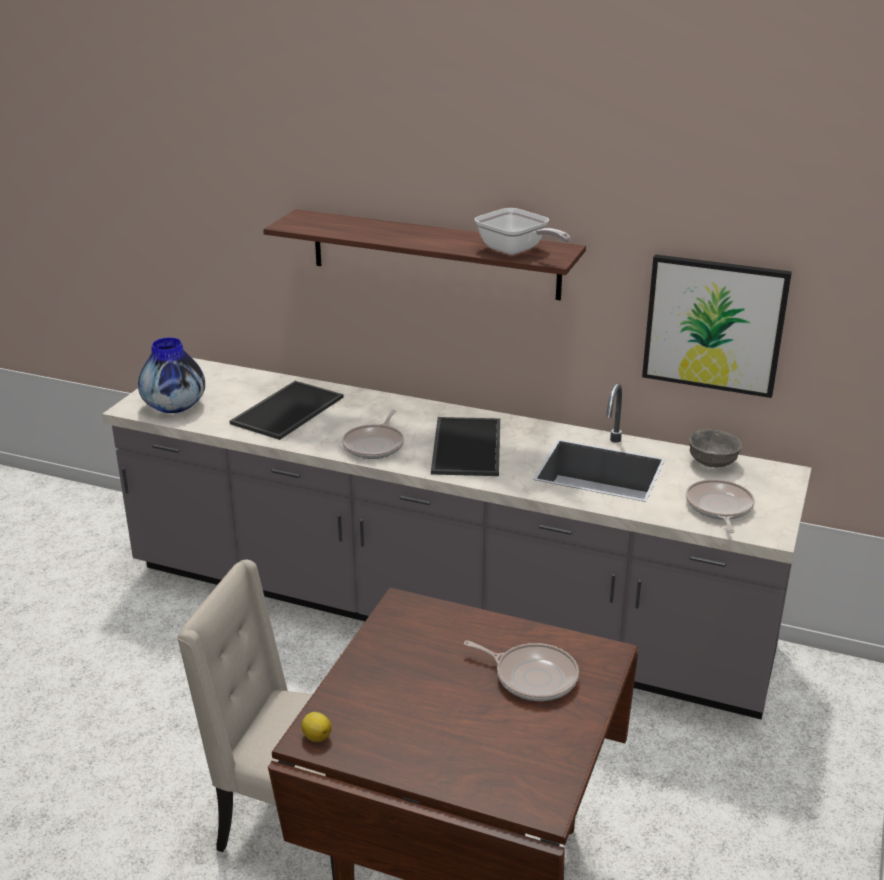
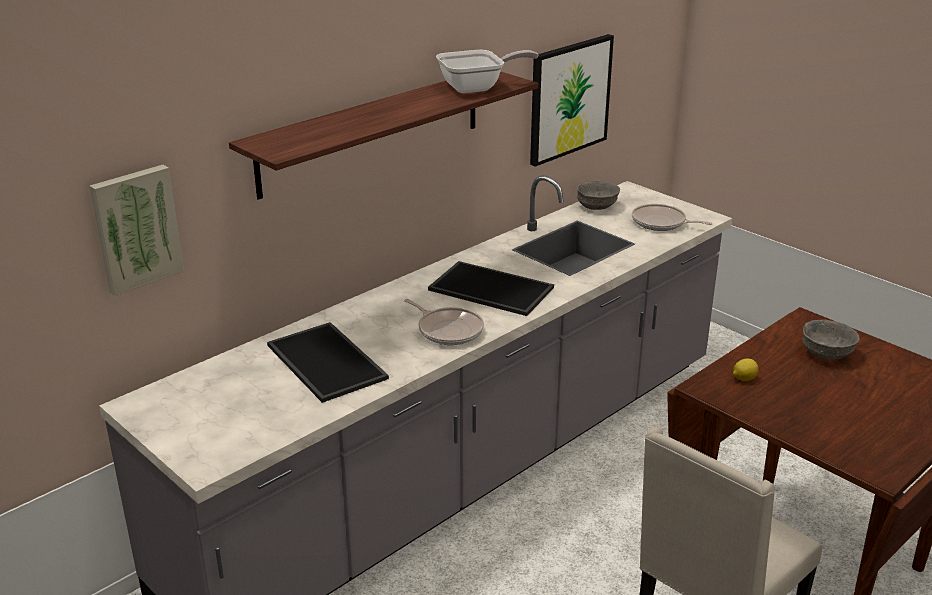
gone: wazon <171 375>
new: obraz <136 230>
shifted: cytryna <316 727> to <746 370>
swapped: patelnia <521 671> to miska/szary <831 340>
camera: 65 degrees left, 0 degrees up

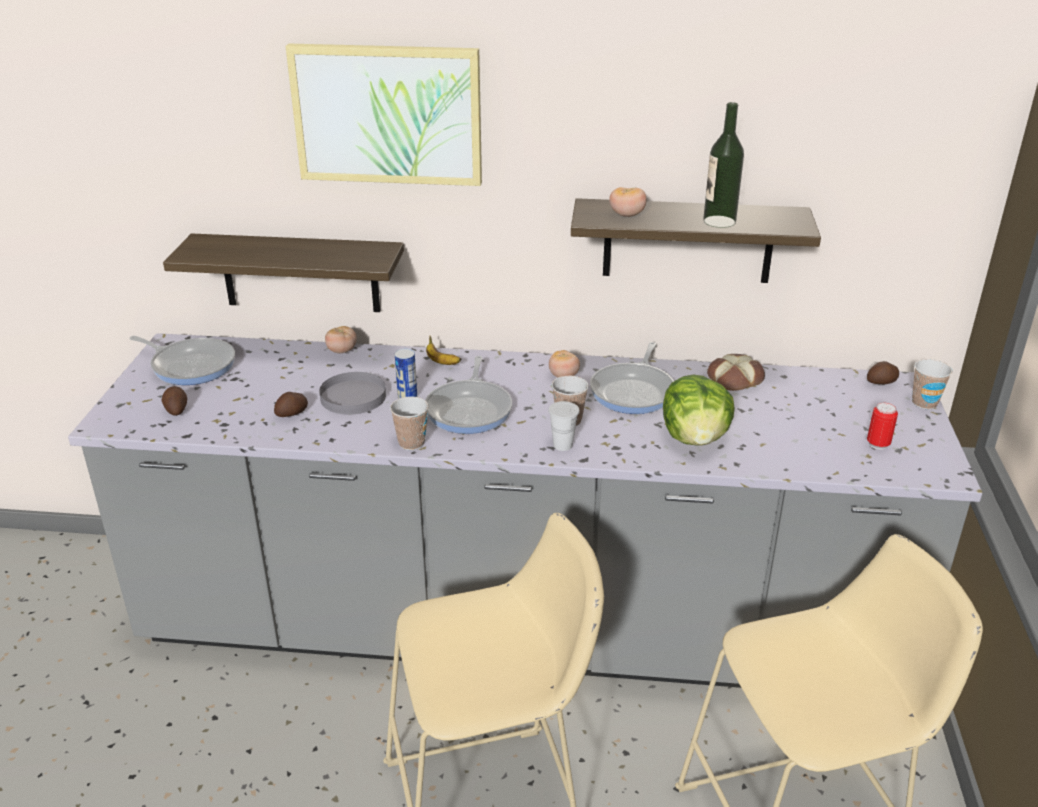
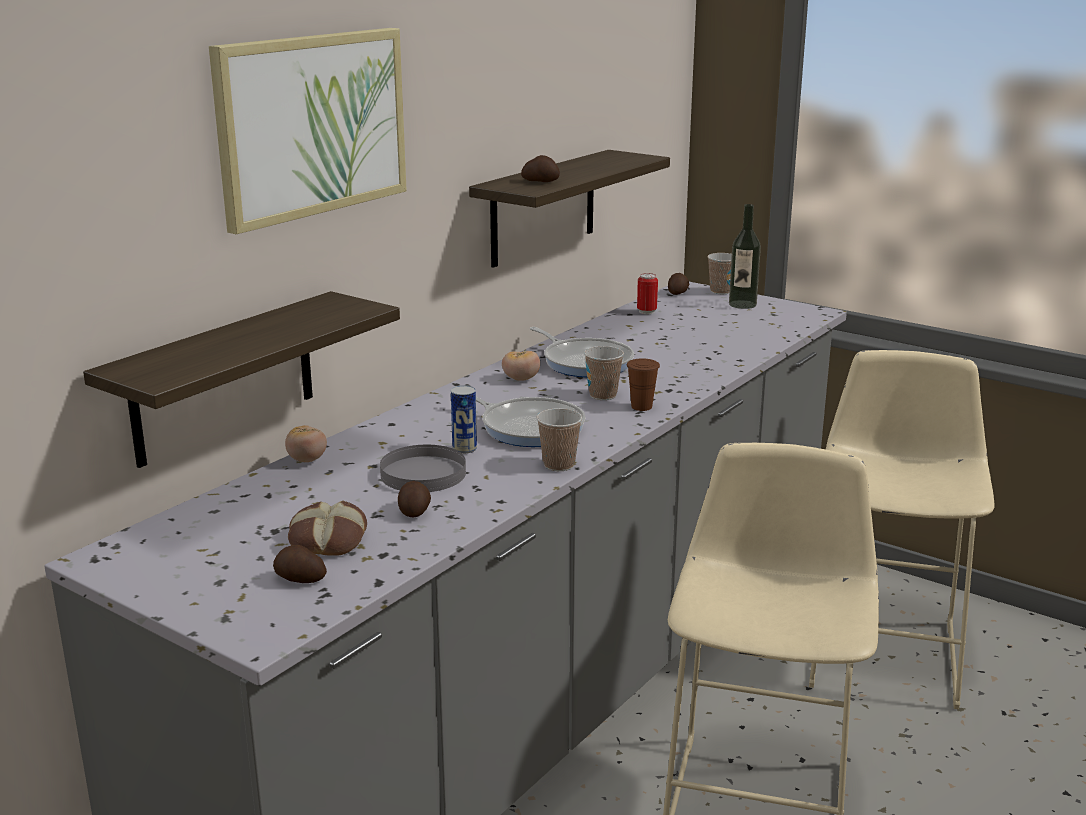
gone: patelnia <182 360>; banan <443 350>; sałata <699 410>
shifted: butelka <723 165> to <745 256>; chleb <736 372> to <327 528>; puszka <882 426> to <647 293>
swapped: pomidor <628 202> to ziemniak <540 168>
repainted: filiżanka/biały <564 426> to filiżanka/brązowy <643 384>
camera: 60 degrees left, 10 degrees down

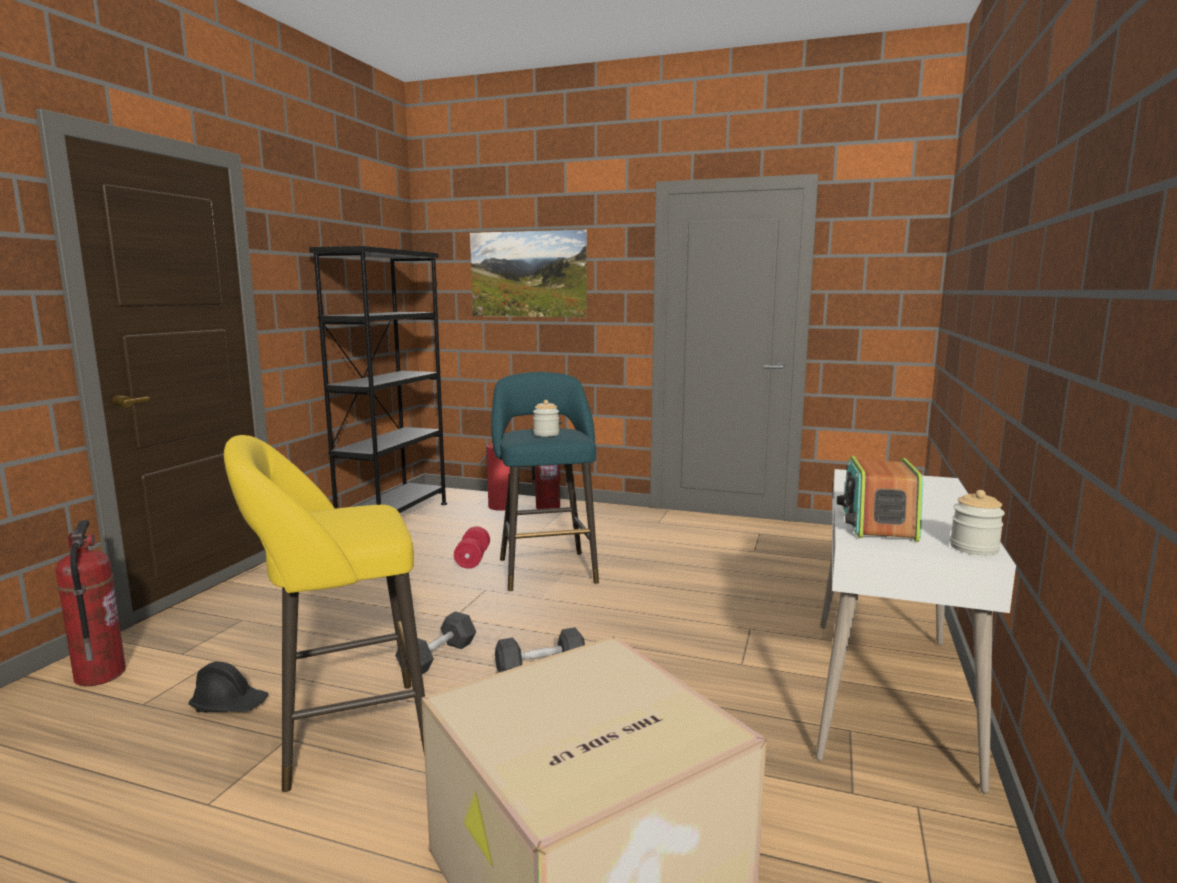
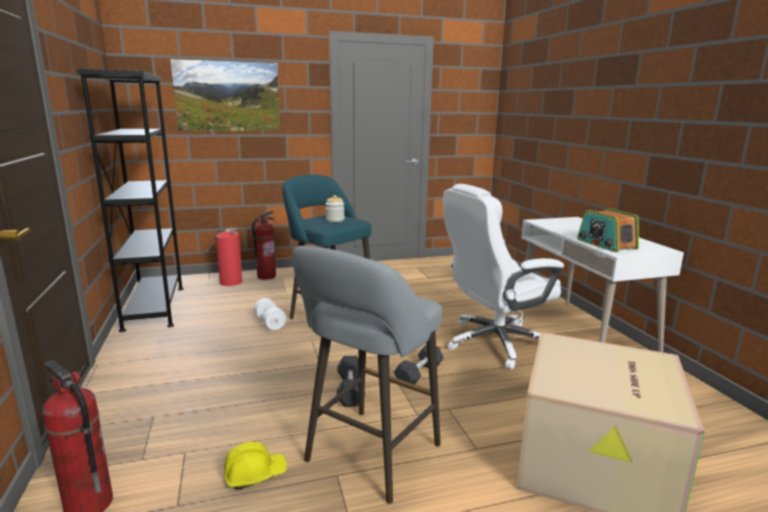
gone: słoik <977 522>
new: krzesło biurowe/biały <503 276>
repainted: kask/czarny <228 687> to kask/żółty <255 466>; stołek/żółty <324 613> to stołek/szary <367 375>; hantel/czerwony <472 547> to hantel/biały <270 314>
camera: 35 degrees left, 5 degrees up

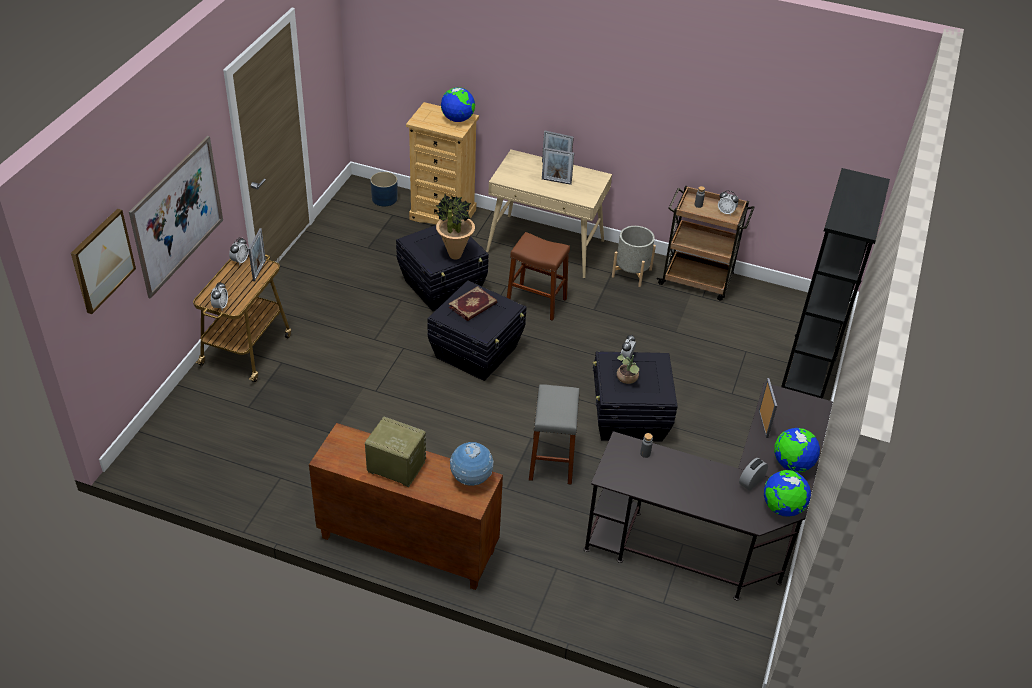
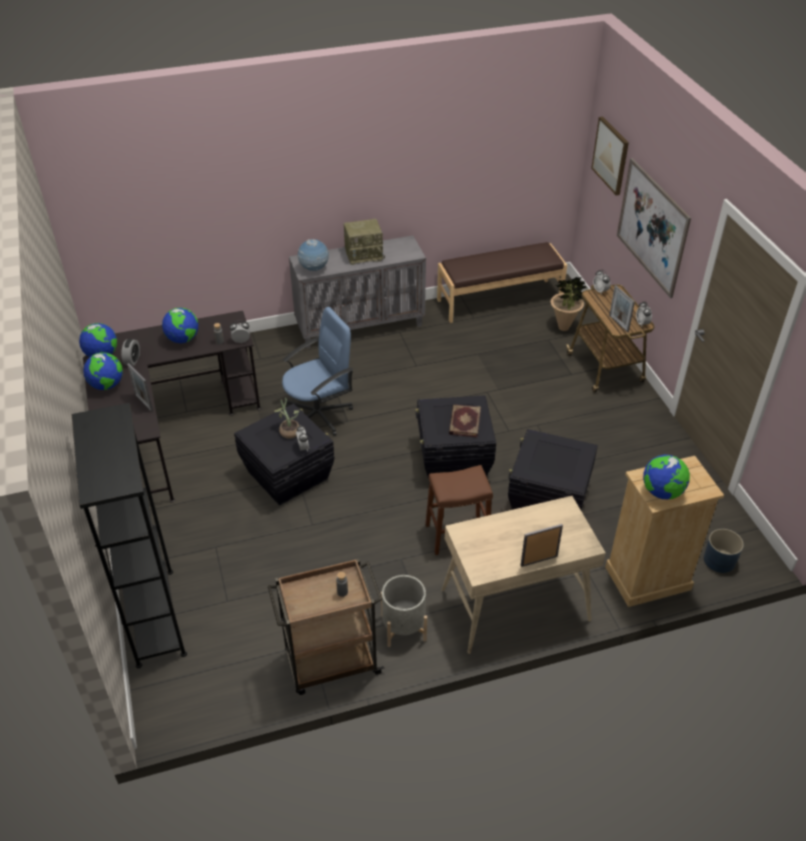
gone: ramka na zdjęcie <558 166>
new: globus <180 325>; ławka/brązowy <502 282>
shifted: roślina doniczkowa <455 226> to <568 304>; budzik <728 203> to <239 332>
swapped: stołek/szary <554 434> to krzesło biurowe/niebieski <317 371>
repainted: szafka/brązowy <406 506> to szafka/szary <357 291>
camera: 145 degrees right, 0 degrees up

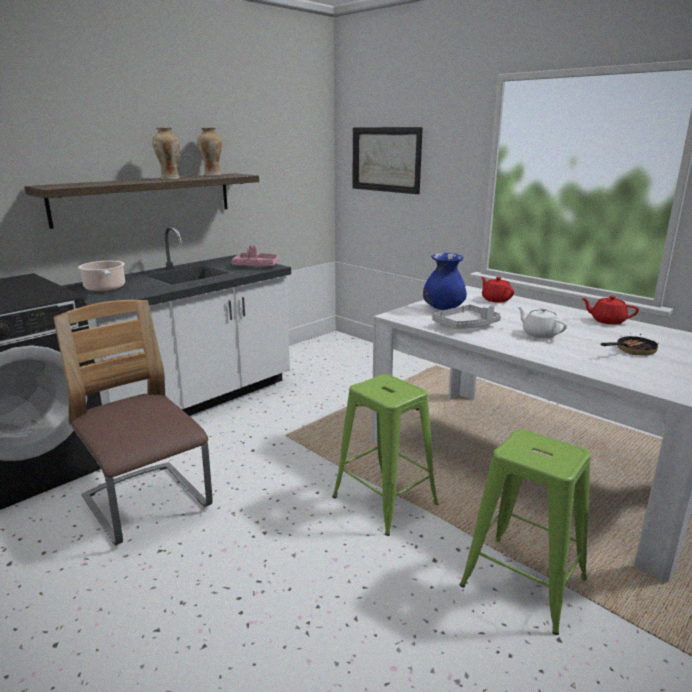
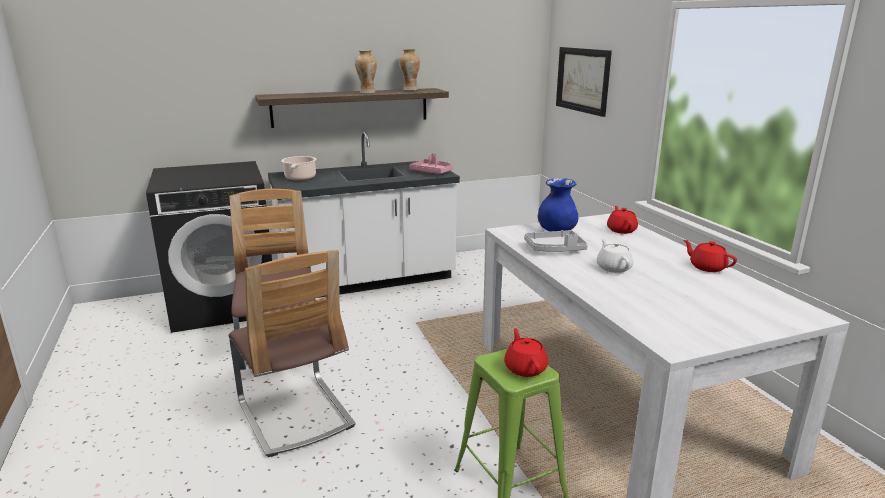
gone: stołek/zielony <385 455>; patelnia <629 344>
new: krzesło <292 353>; imbryk/czerwony <526 352>
camera: 25 degrees right, 0 degrees up

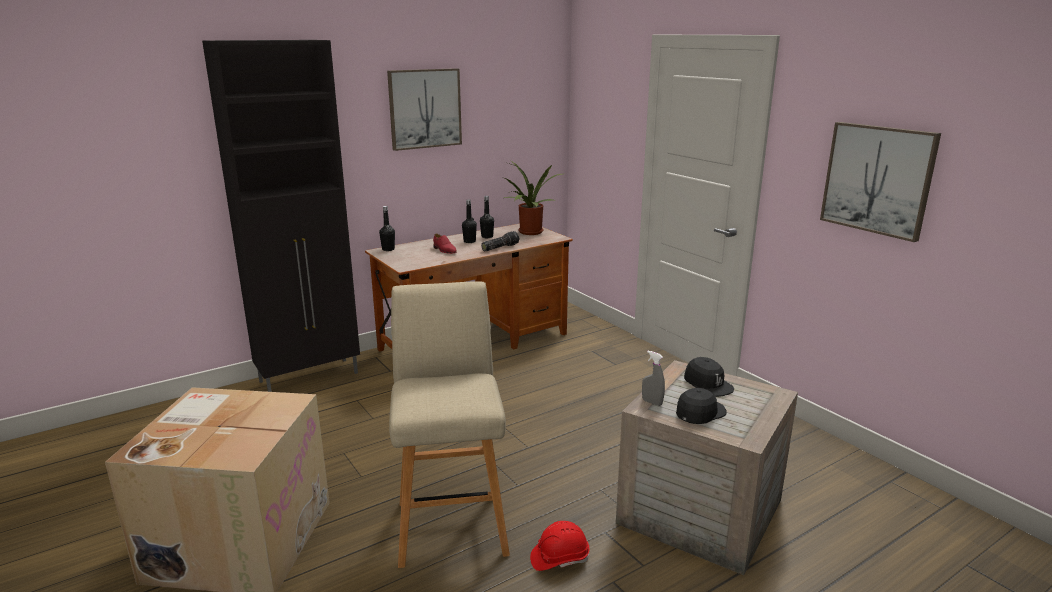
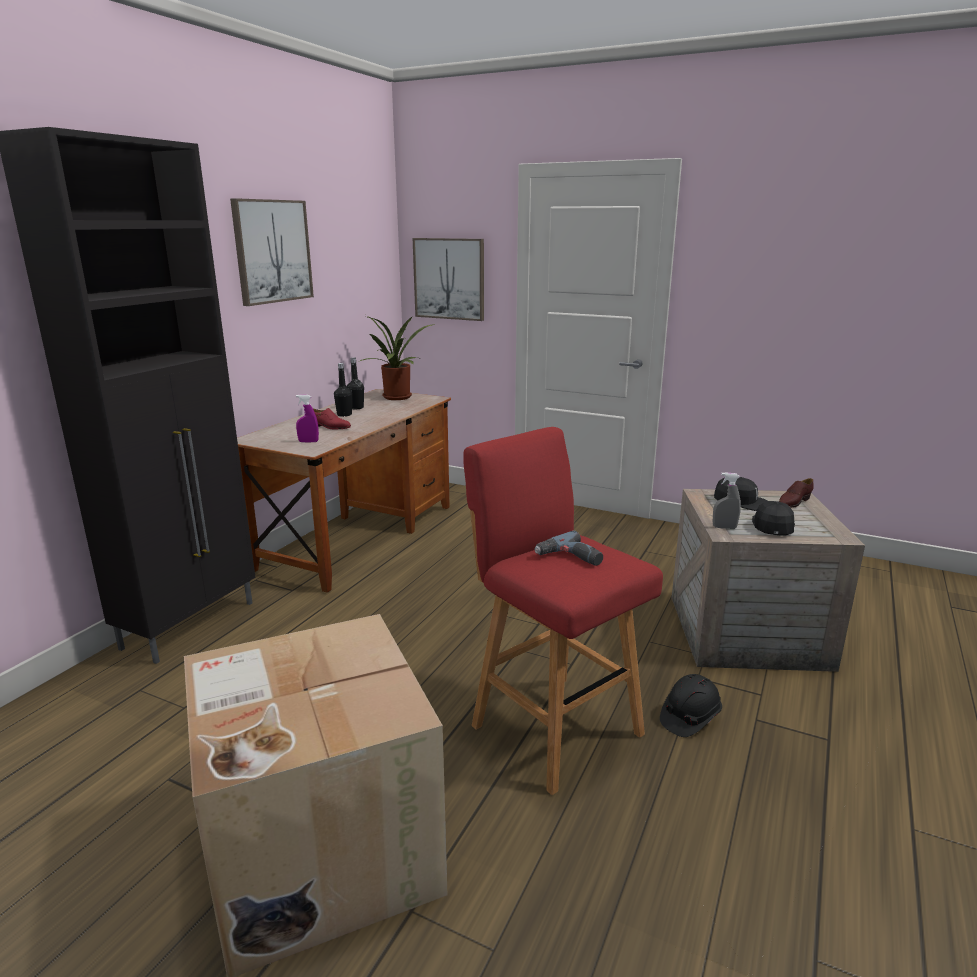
gone: butelka/czarny <387 228>; latarka <500 241>
new: spryskiwacz/fioletowy <307 419>; wiertarka <568 548>; but/brązowy <796 493>
shifted: obraz <880 182> to <448 279>
repainted: stołek/beżowy <449 424> to stołek/czerwony <563 611>; kask/czerwony <559 546> to kask/czarny <691 705>
camera: 30 degrees left, 0 degrees up

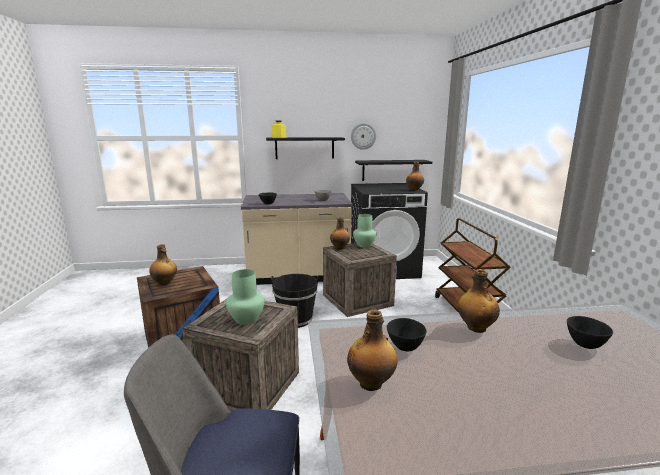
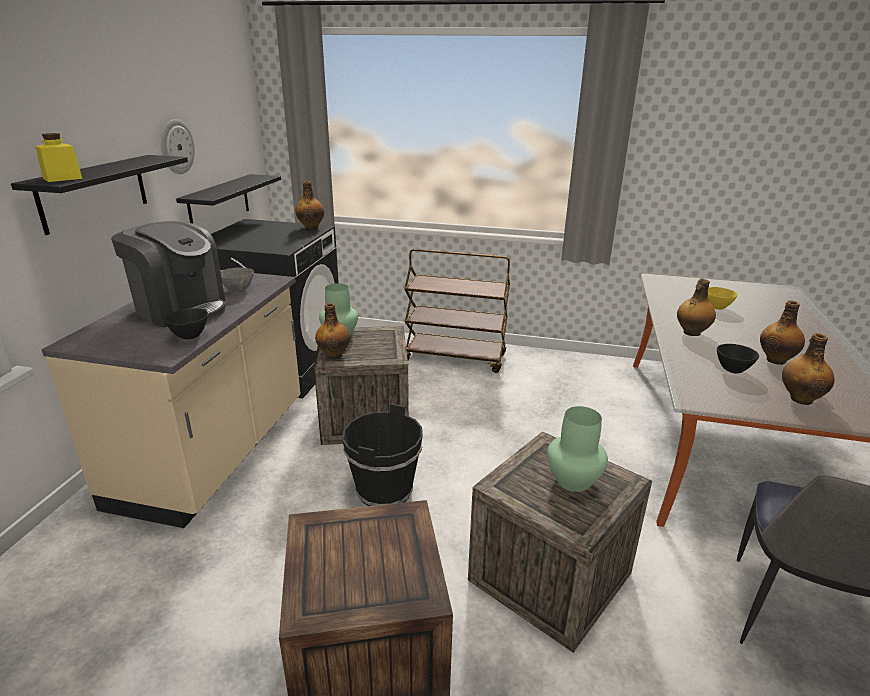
new: ekspres do kawy <168 274>
shifted: butelka <163 265> to <782 333>
repainted: miska/czarny <590 332> to miska/żółty <723 298>
camera: 70 degrees left, 10 degrees up

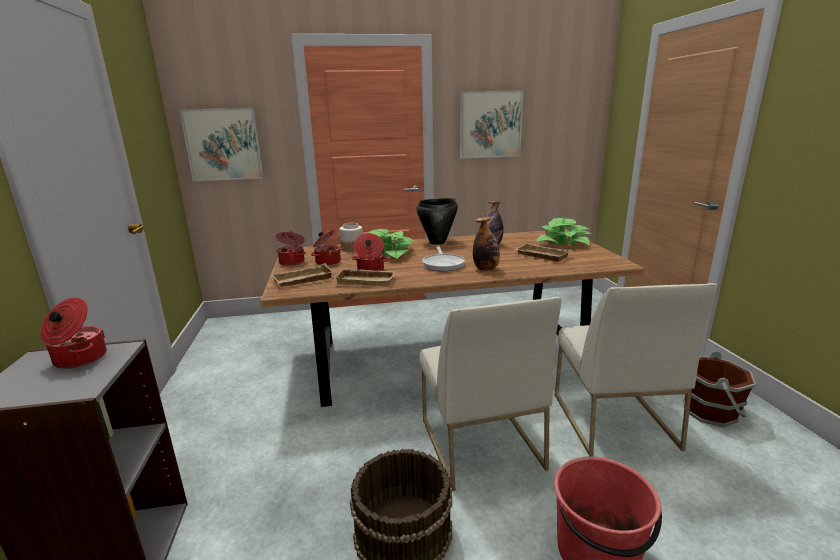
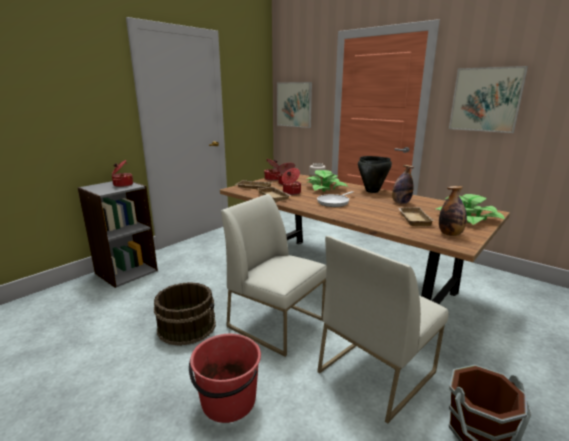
shifted: butelka <486 244> to <453 211>
rotated: krzesło/biały <490 394> = <274 275> 90 degrees clockwise
camera: 50 degrees right, 0 degrees up

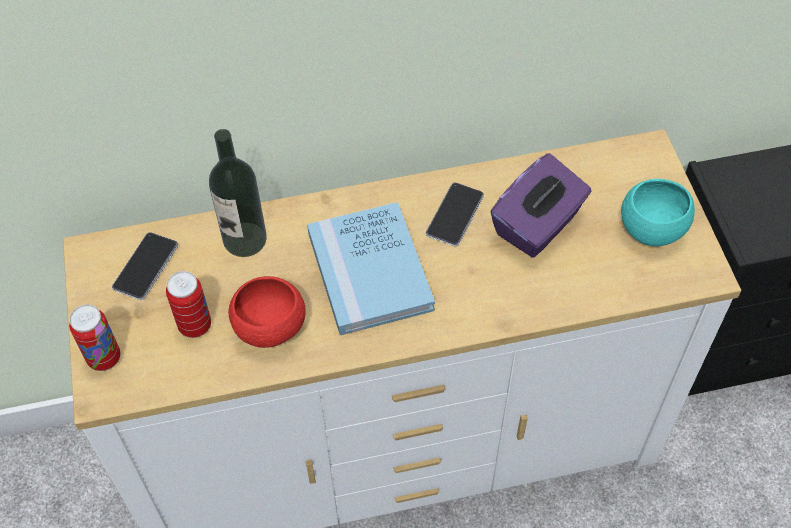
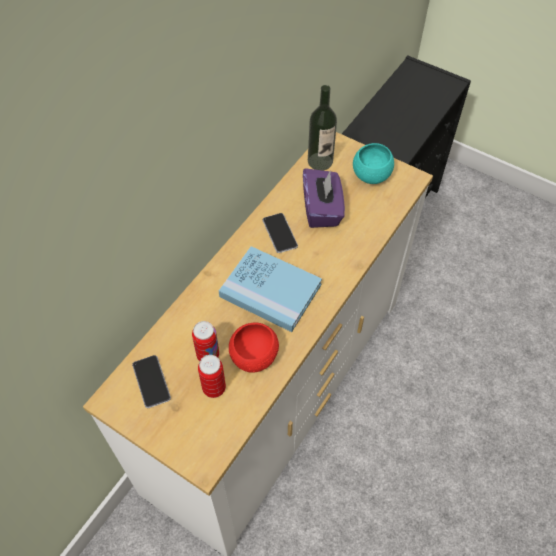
shifted: puszka <94 338> to <205 341>; butelka <238 193> to <322 128>
camera: 45 degrees left, 0 degrees up

